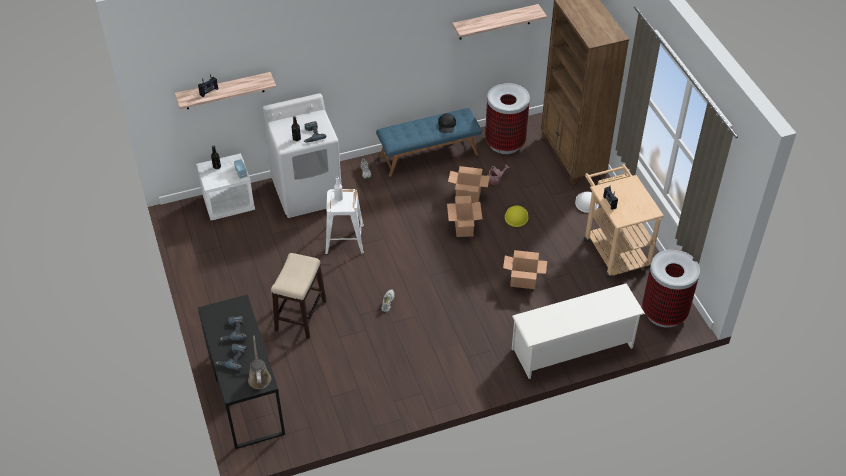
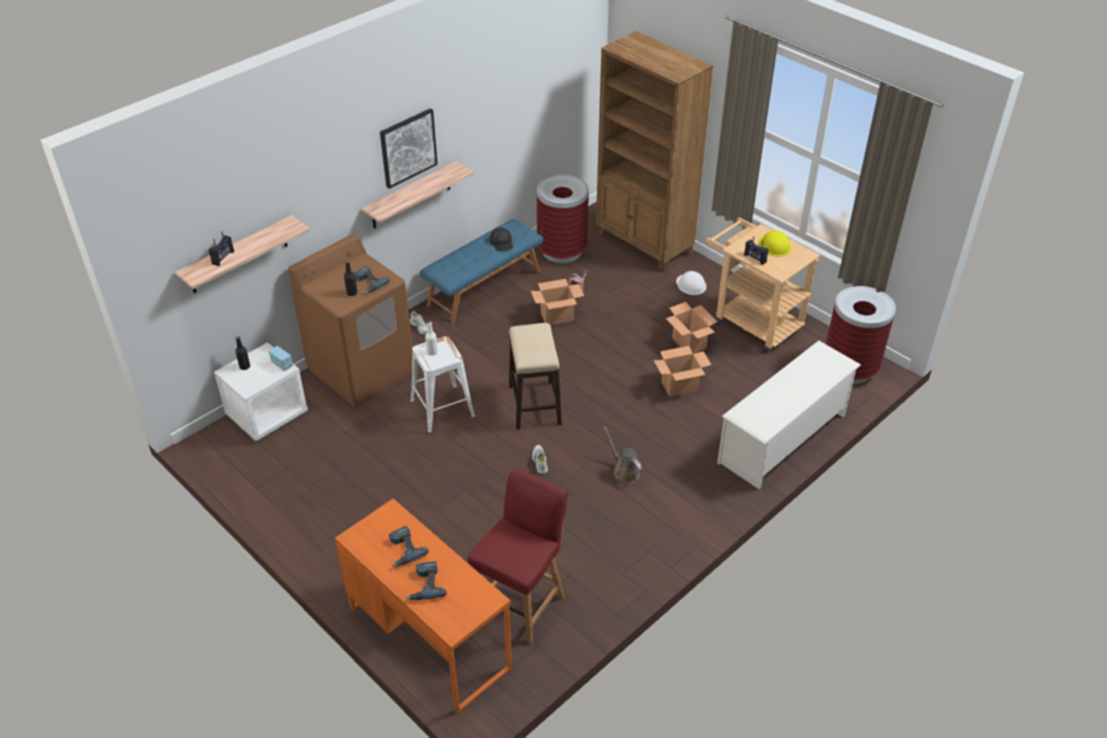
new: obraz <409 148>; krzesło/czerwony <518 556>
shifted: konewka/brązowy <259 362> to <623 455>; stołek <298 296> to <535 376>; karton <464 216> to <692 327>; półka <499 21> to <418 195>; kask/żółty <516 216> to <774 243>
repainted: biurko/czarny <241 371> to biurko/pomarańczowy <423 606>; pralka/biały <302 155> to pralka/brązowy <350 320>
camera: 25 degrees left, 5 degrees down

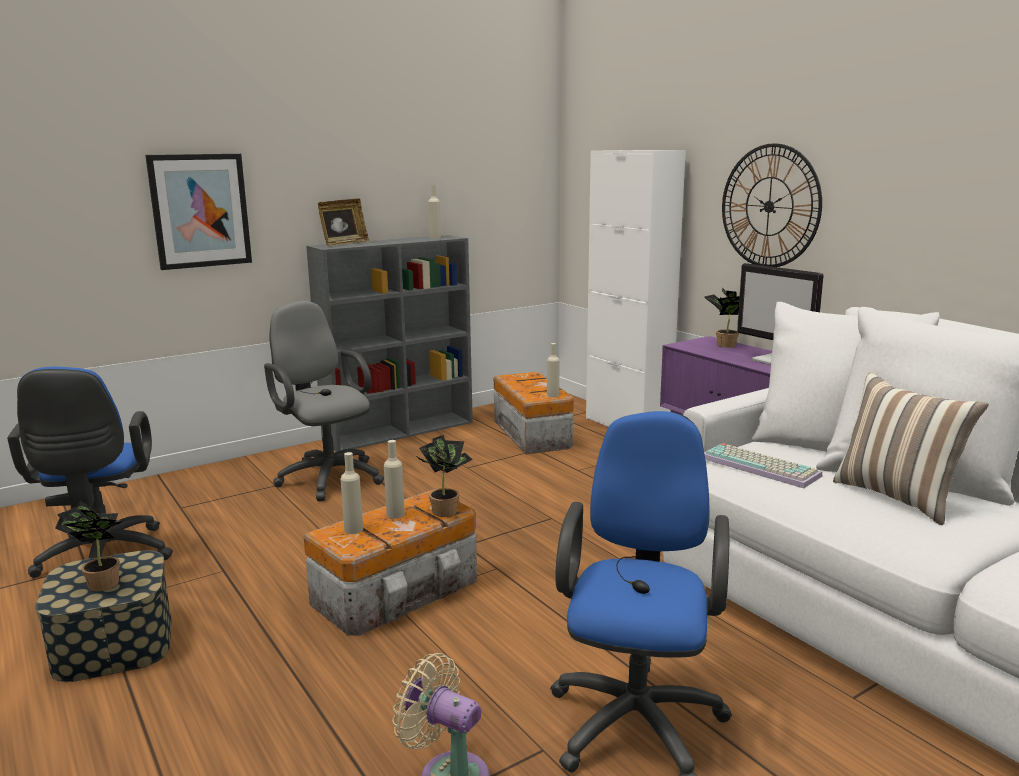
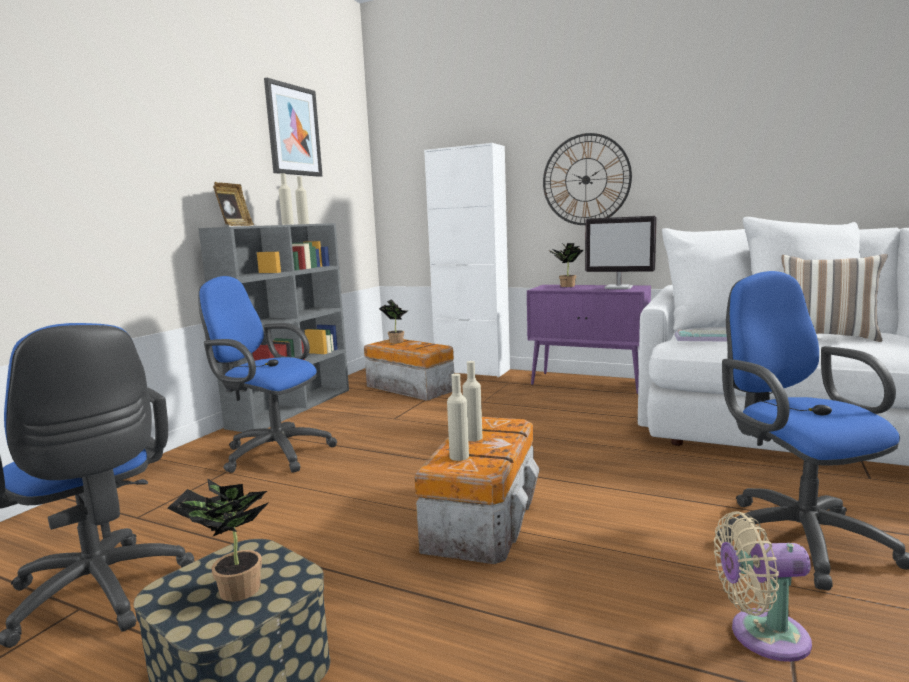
shifted: obraz <198 212> to <293 127>; roślina doniczkowa <444 476> to <393 321>; butelka/beżowy <553 370> to <286 199>
repainted: krzesło biurowe/szary <324 401> to krzesło biurowe/niebieski <267 374>
camera: 30 degrees left, 5 degrees down

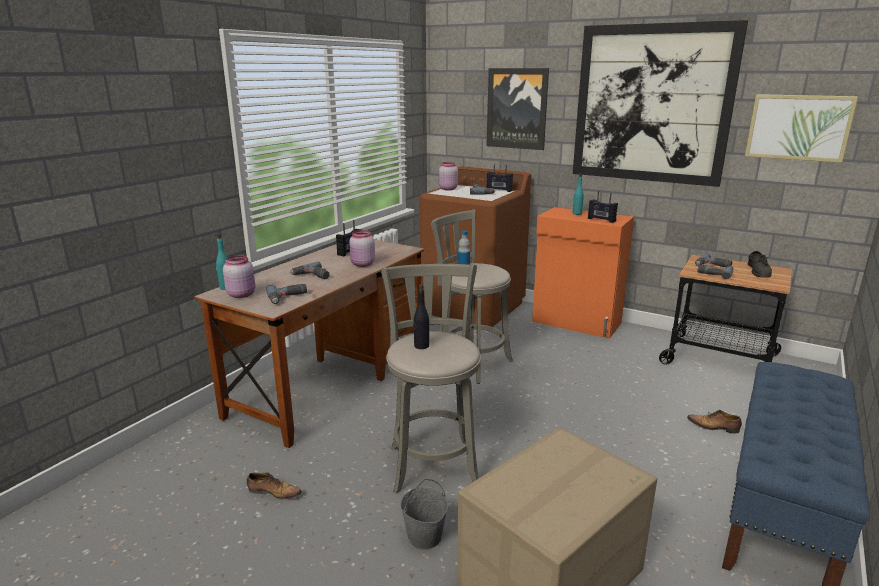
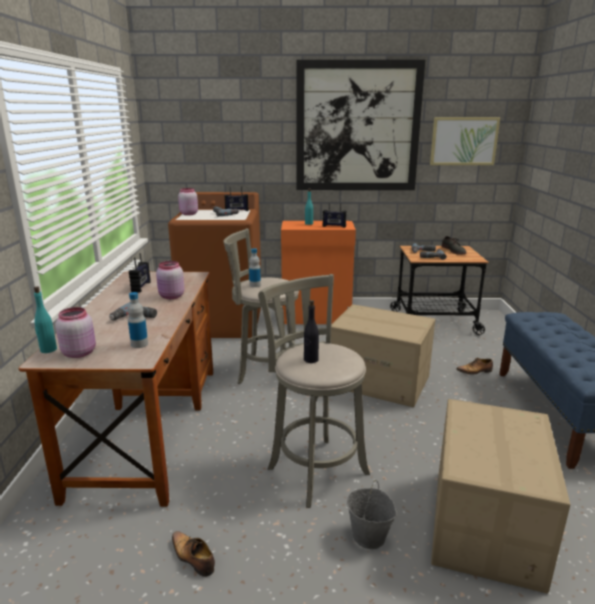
gone: obraz <517 109>
new: karton <383 355>
swapped: wiertarka <286 294> to butelka <137 320>
rotated: but <274 485> = <193 554> 120 degrees counterclockwise
camera: 30 degrees left, 0 degrees up

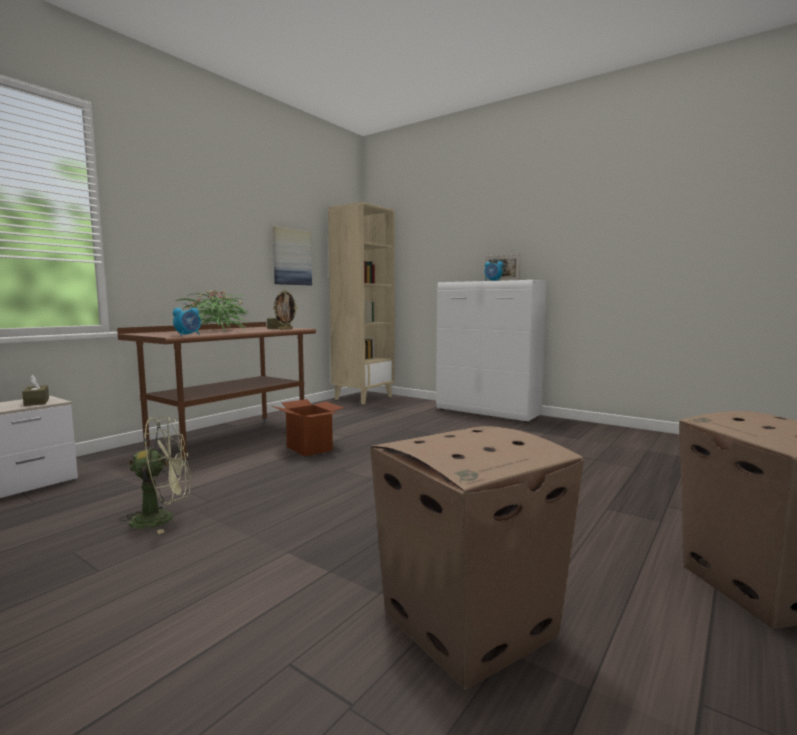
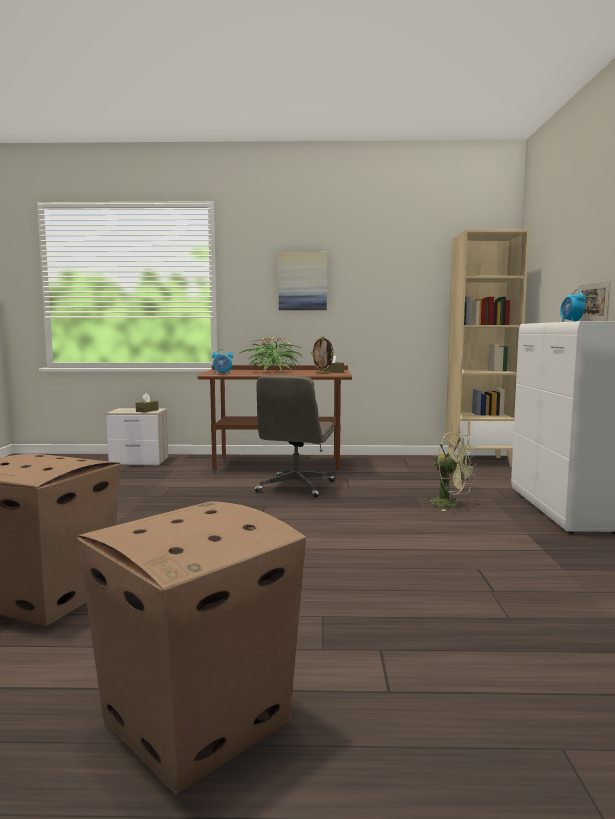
shifted: wentylator/zielony <155 475> to <452 471>; obraz <292 255> to <302 281>
swapped: karton <308 428> to krzesło biurowe/szary <295 436>
camera: 55 degrees right, 0 degrees up

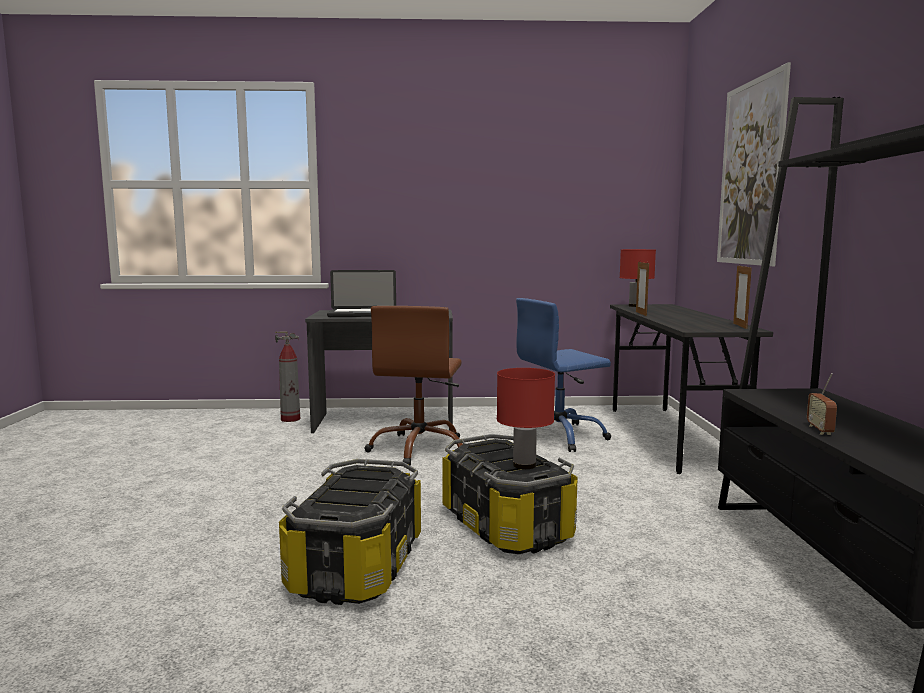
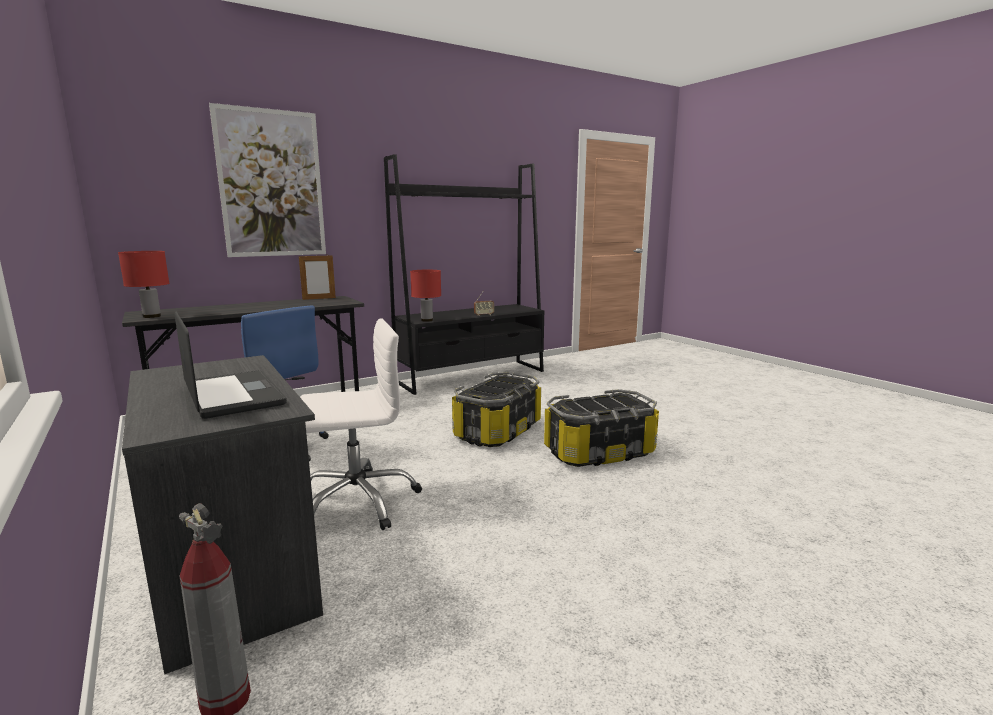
gone: ramka na zdjęcie <642 288>
shifted: lampa stołowa/czerwony <526 418> to <425 296>
repainted: krzesło biurowe/brązowy <414 386> to krzesło biurowe/biały <361 424>
camera: 120 degrees left, 5 degrees up

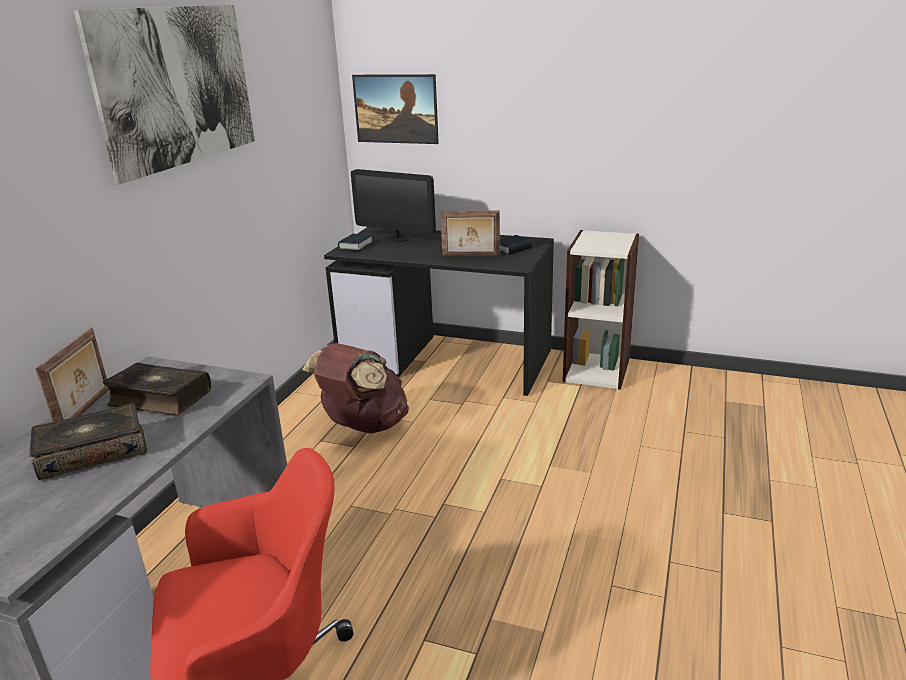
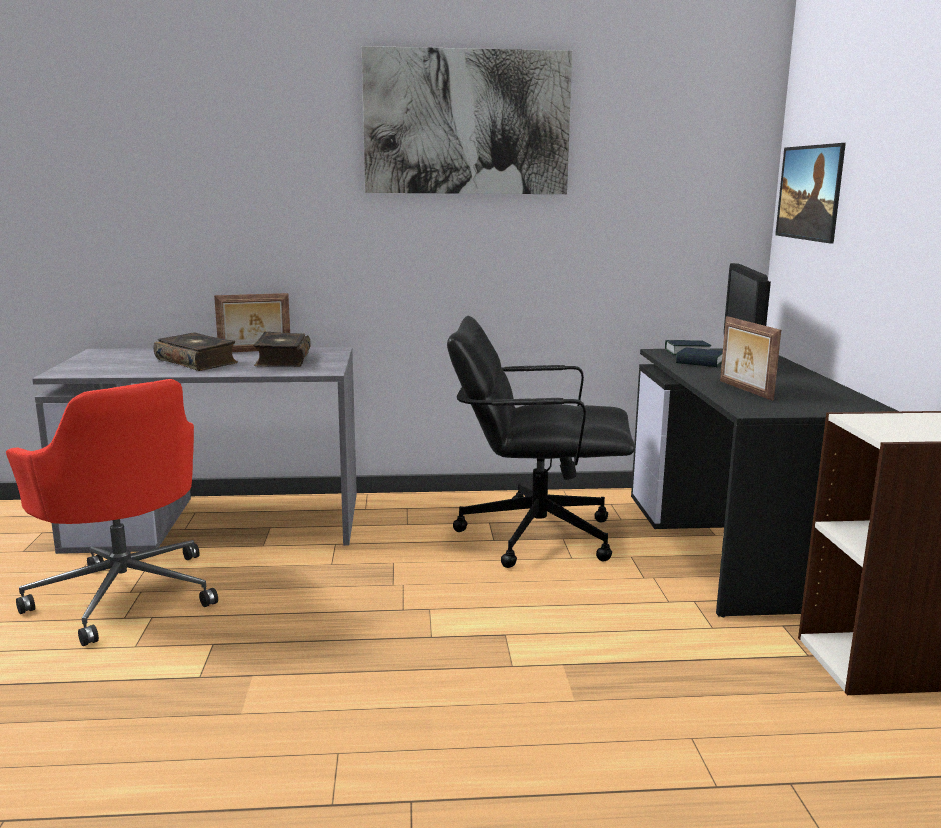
shifted: książka <516 245> to <699 357>
swapped: plecak/brązowy <355 388> to krzesło biurowe/czarny <541 442>
camera: 65 degrees right, 10 degrees down

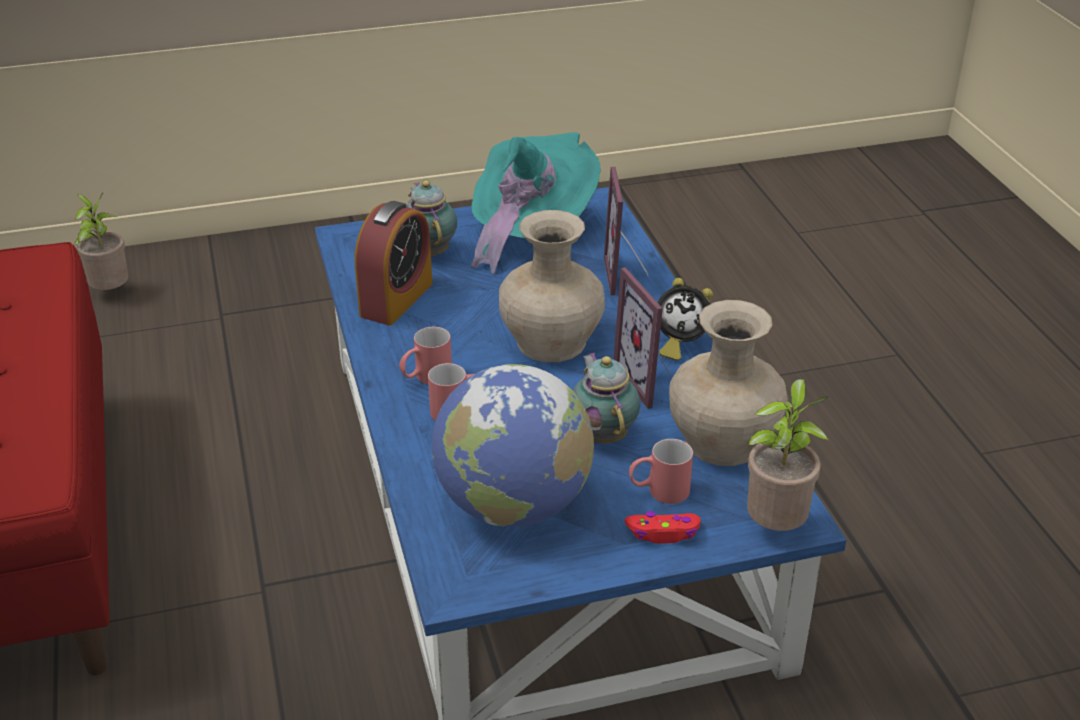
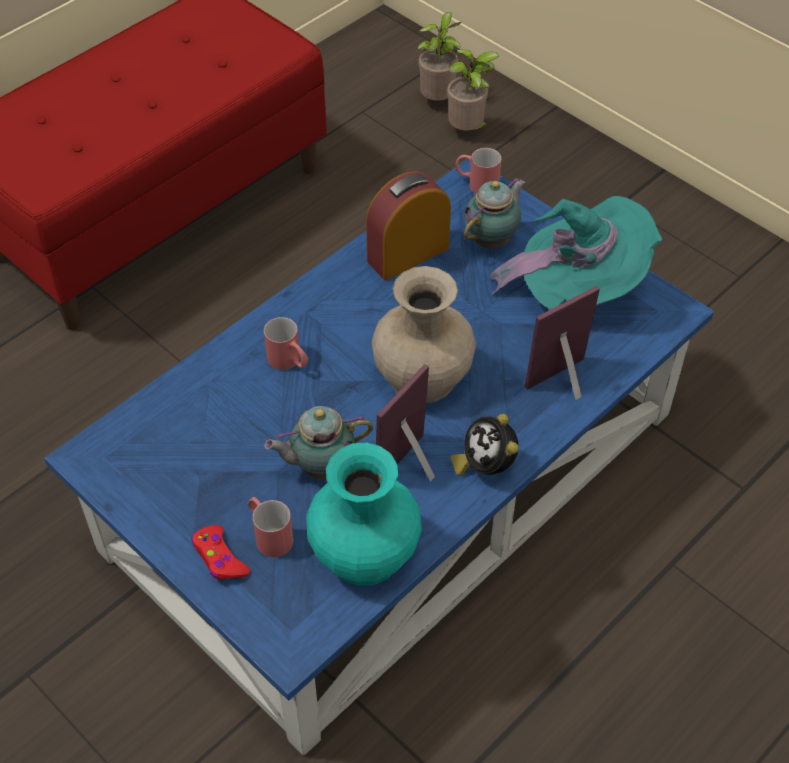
gone: globus <513 445>
shifted: kubek/czerwony <425 355> to <478 171>; roślina doniczkowa <788 455> to <473 90>
repainted: wazon/beżowy <728 383> to wazon/turkusowy <364 514>
rotated: budzik <393 263> = <408 225> 150 degrees clockwise; imbryk <606 397> = <318 442> 150 degrees counterclockwise
camera: 60 degrees right, 15 degrees up

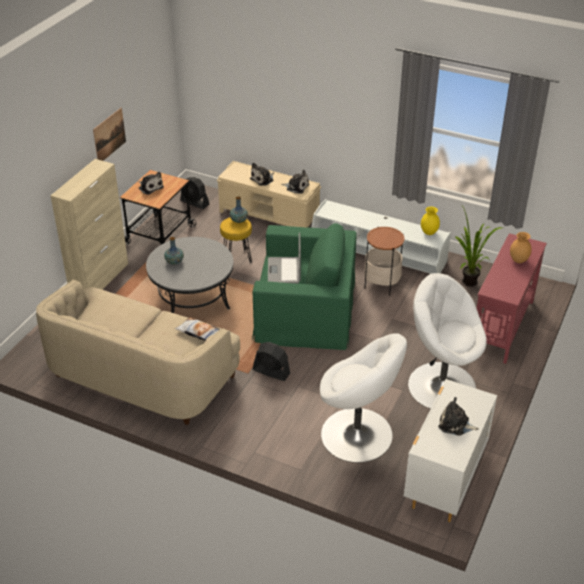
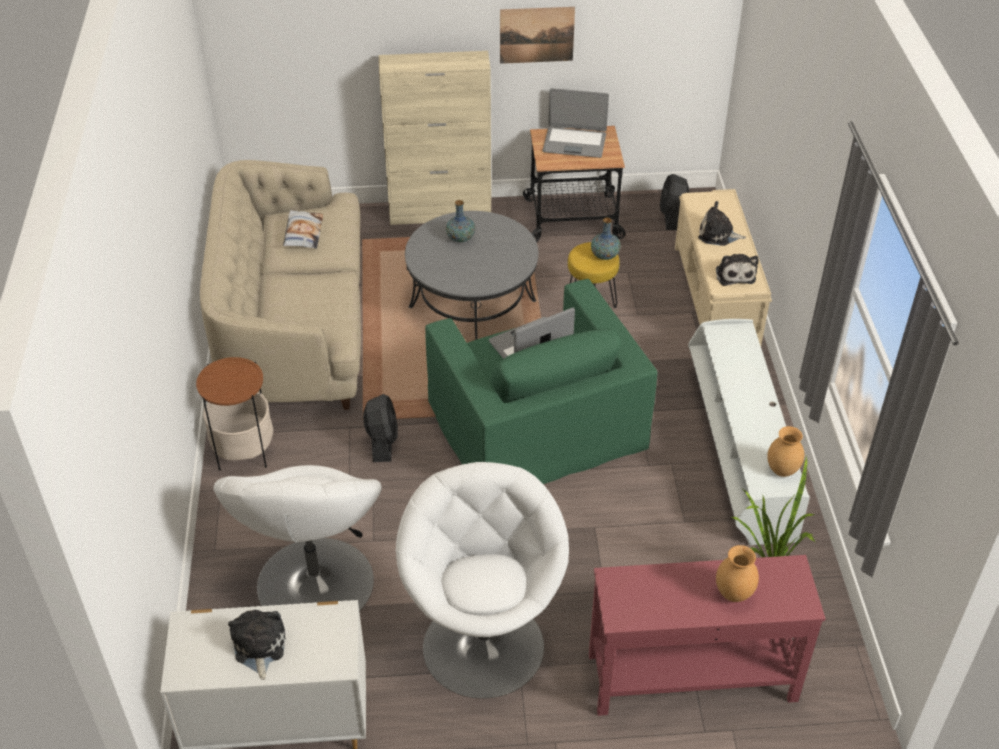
shifted: poduszka <197 329> to <303 229>; stolik <384 261> to <234 414>
swapped: pluszak <151 183> to laptop <576 123>
repainted: wazon/żółty <430 221> to wazon/brązowy <785 451>
camera: 60 degrees right, 5 degrees up

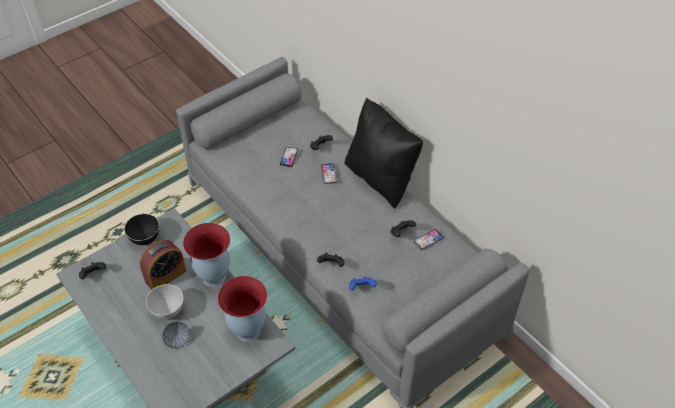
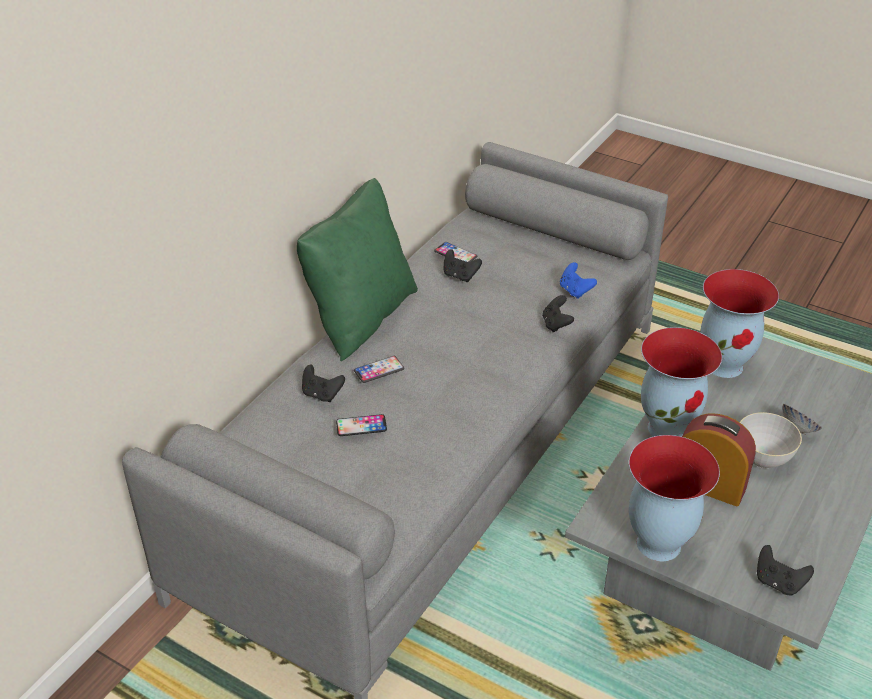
swapped: miska/czarny <141 229> to wazon <674 498>
repainted: poduszka/czarny <384 153> to poduszka/zielony <357 269>
camera: 110 degrees left, 10 degrees down

